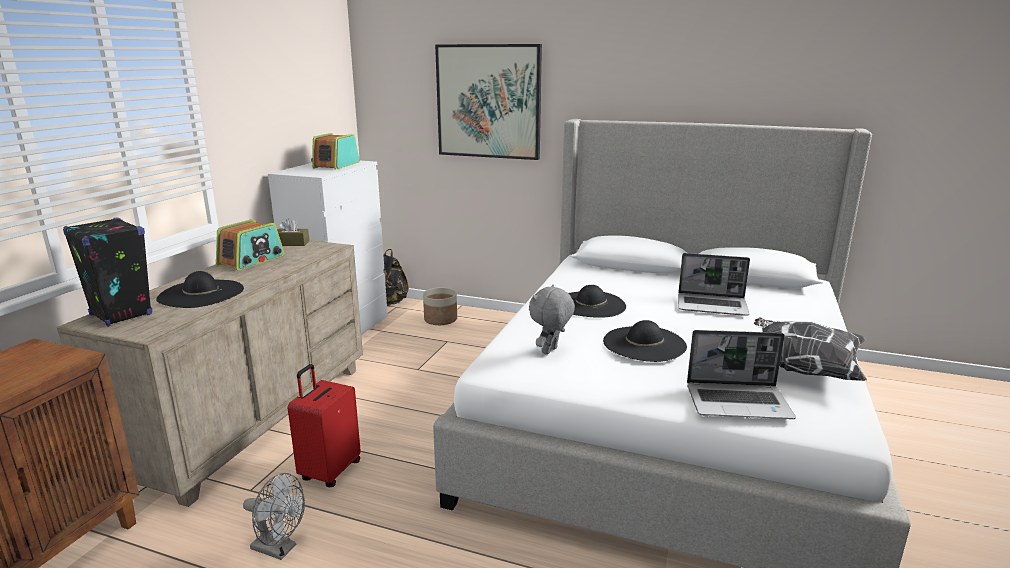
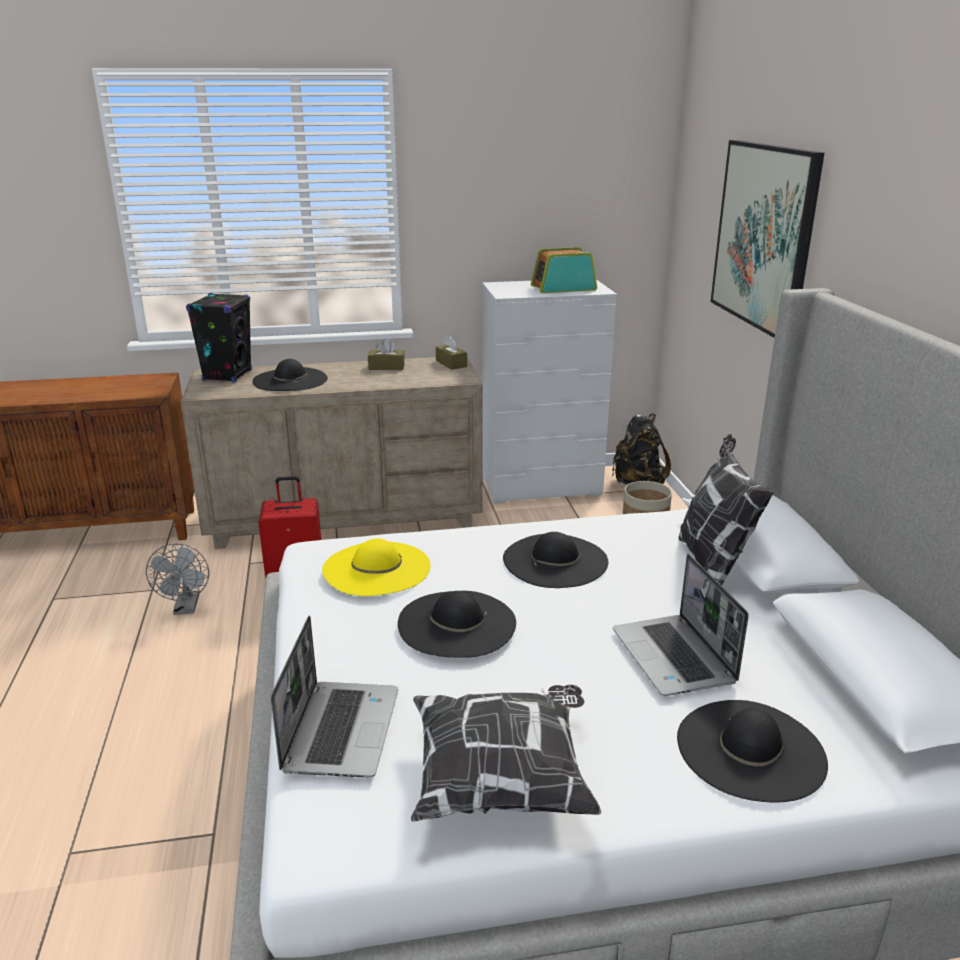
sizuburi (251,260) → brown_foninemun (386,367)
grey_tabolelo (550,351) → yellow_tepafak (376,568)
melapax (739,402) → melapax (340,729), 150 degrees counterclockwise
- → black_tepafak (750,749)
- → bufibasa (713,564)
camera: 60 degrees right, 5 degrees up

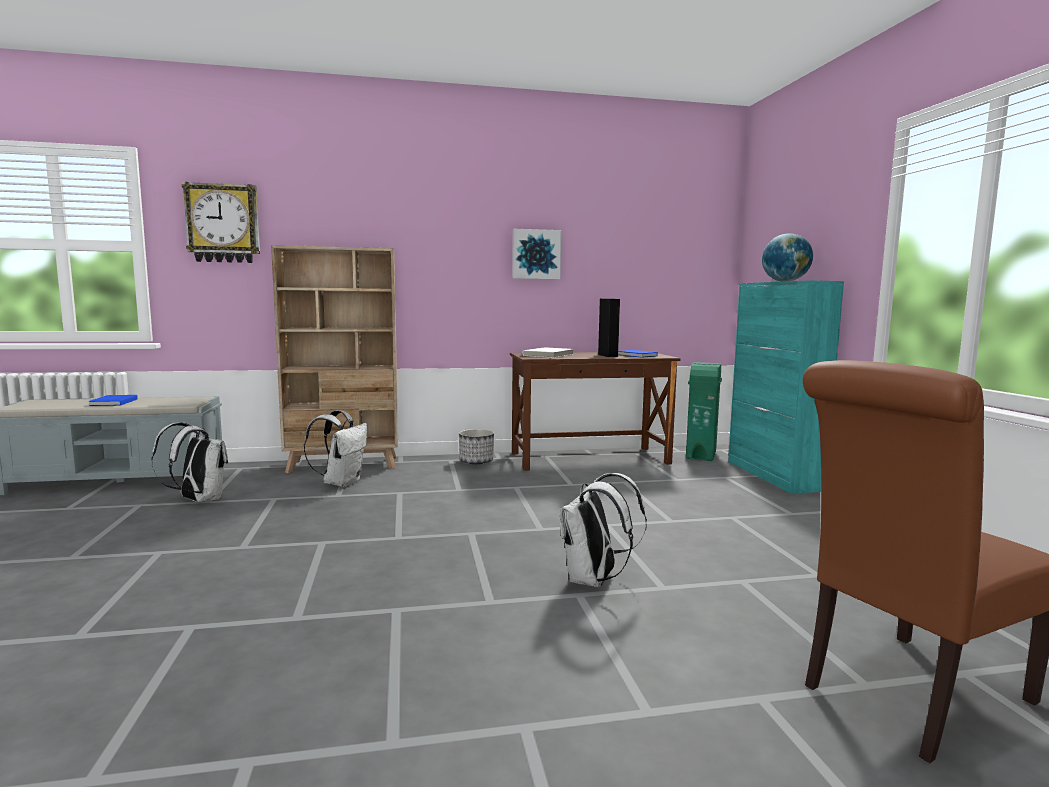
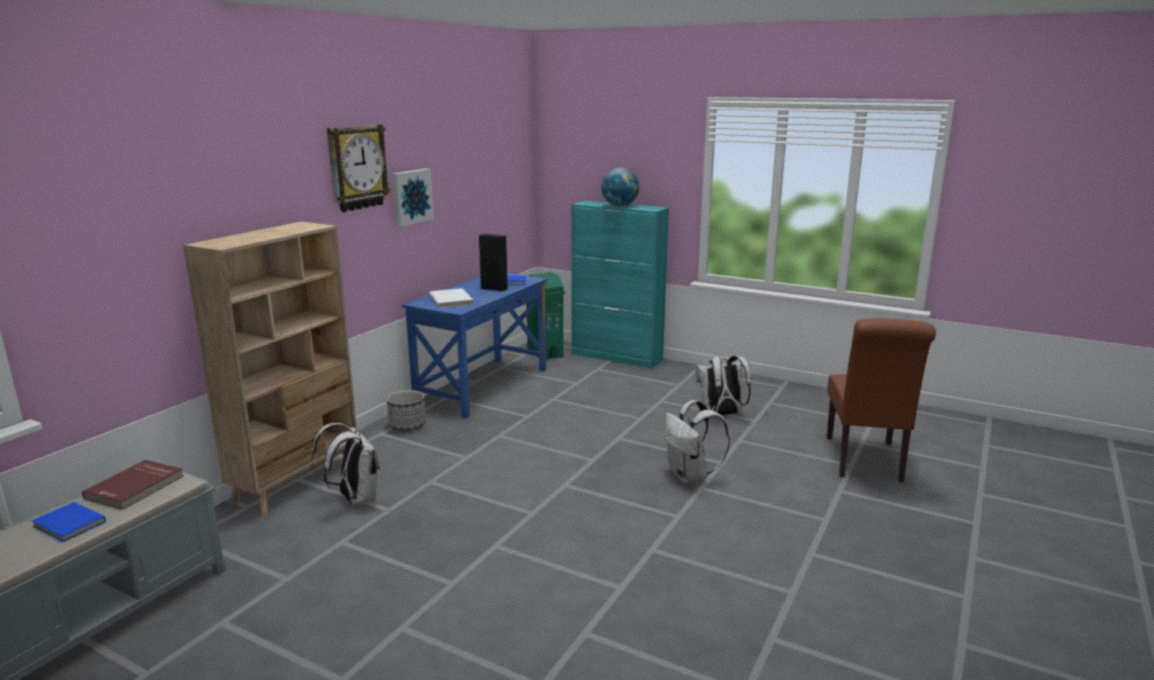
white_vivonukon (198,500) → white_vivonukon (721,414), moved
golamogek (223,223) → golamogek (356,167), moved
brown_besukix (589,458) → blue_besukix (482,386)
- → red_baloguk (136,487)
camera: 50 degrees left, 10 degrees up

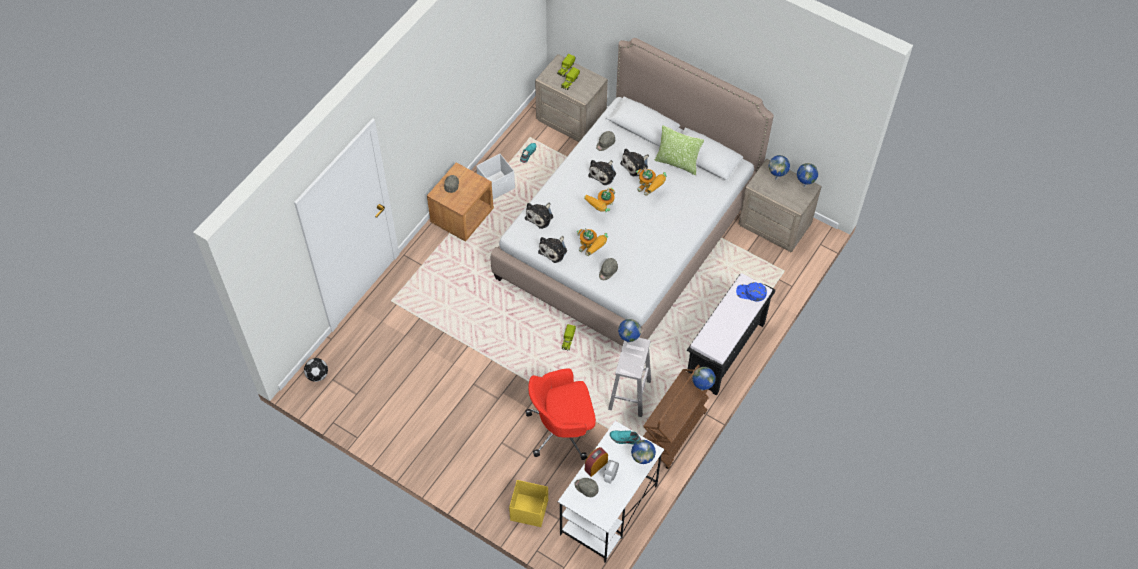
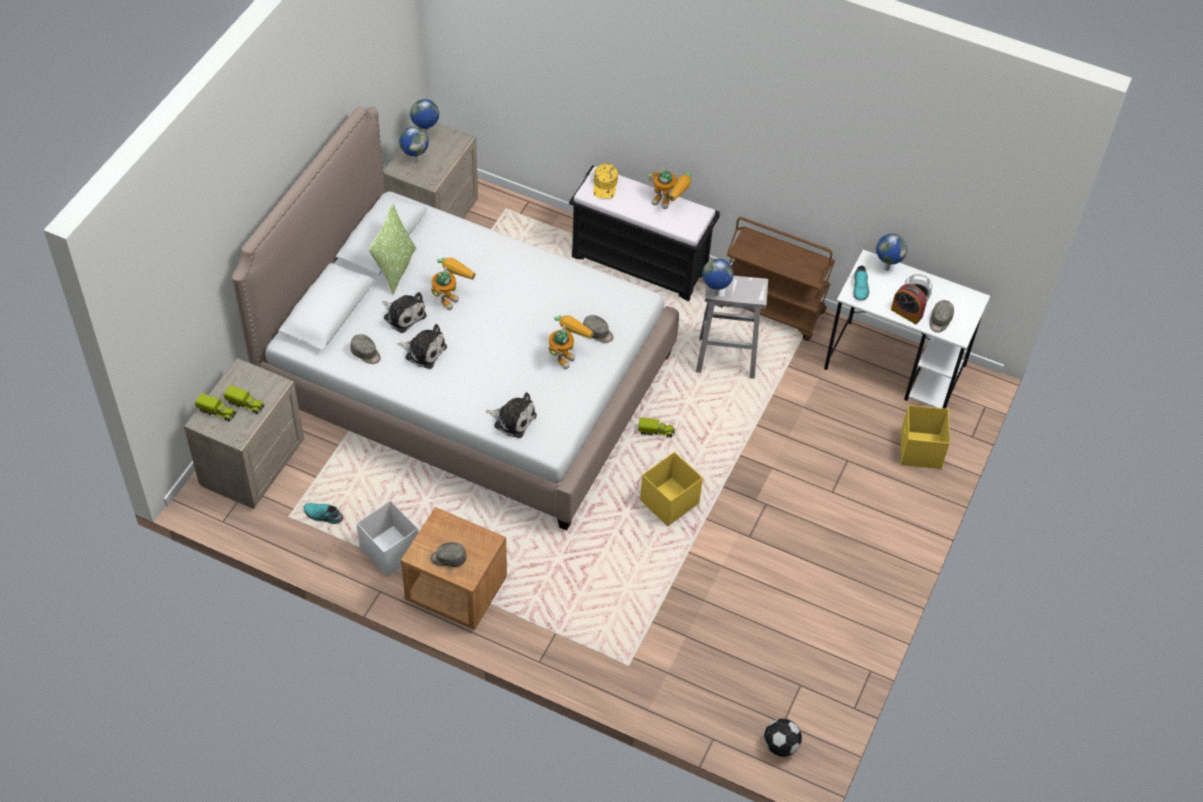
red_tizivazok (562,429) → -
tabolelo (554,250) → -
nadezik (601,212) → nadezik (669,203), moved
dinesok (701,389) → -
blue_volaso (751,293) → yellow_volaso (605,185)
- → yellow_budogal (668,502)
camera: 100 degrees left, 5 degrees down

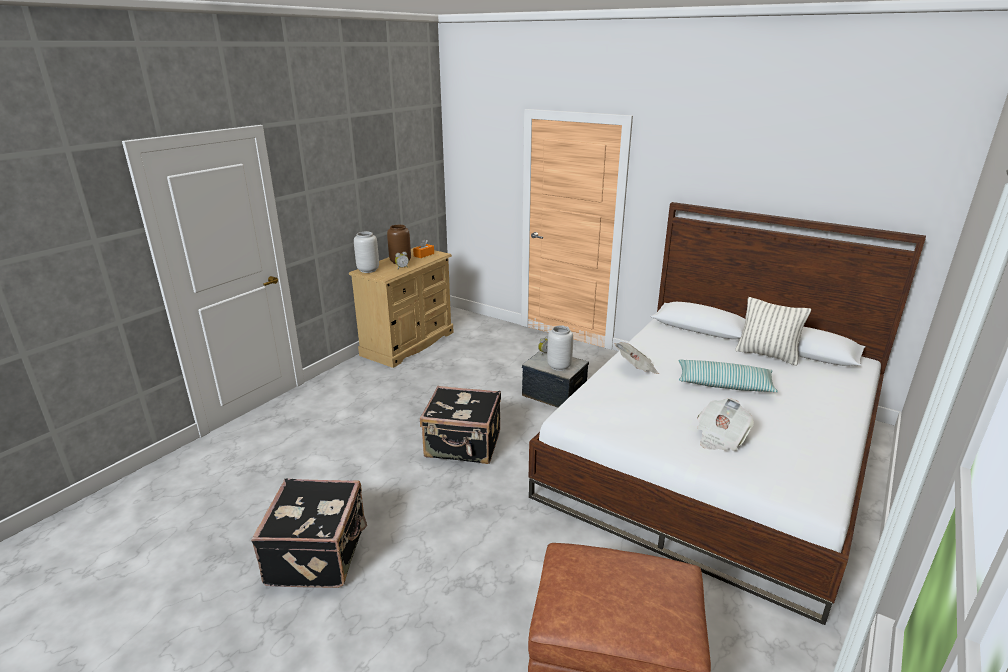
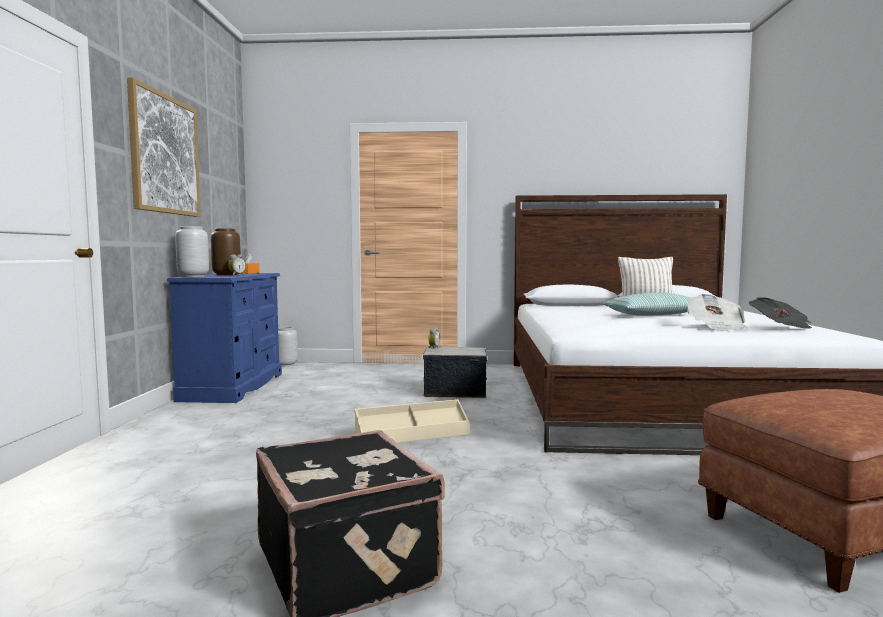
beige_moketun (408,343) → blue_moketun (233,386)
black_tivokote (463,445) → beige_budogal (412,435)
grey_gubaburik (558,366) → grey_gubaburik (285,364), moved
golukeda (636,368) → golukeda (781,329), moved
- → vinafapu (165,154)
camera: 30 degrees left, 20 degrees down

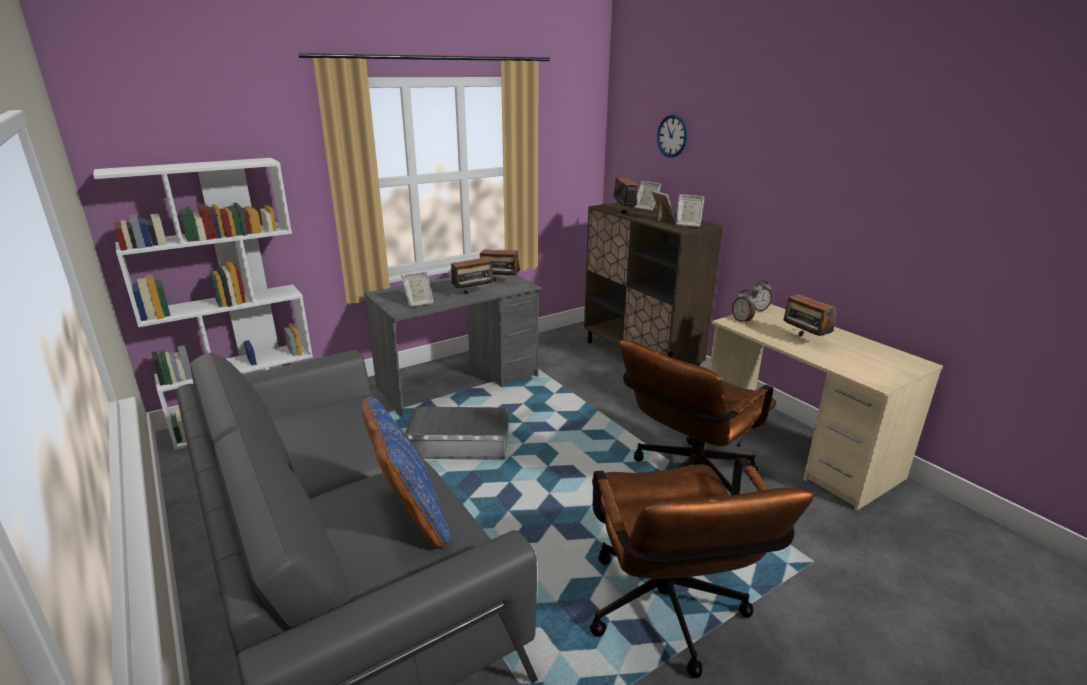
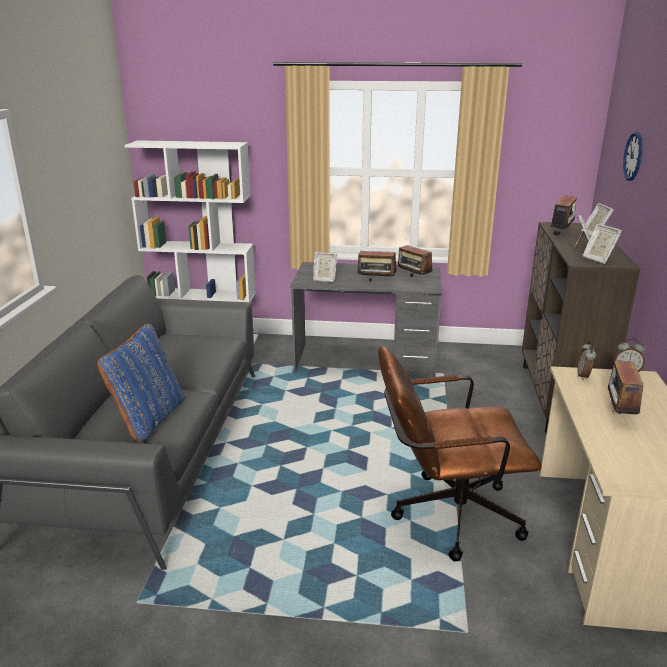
grey_budogal (459,442) → -
brown_tizivazok (668,617) → -
camera: 40 degrees right, 0 degrees up

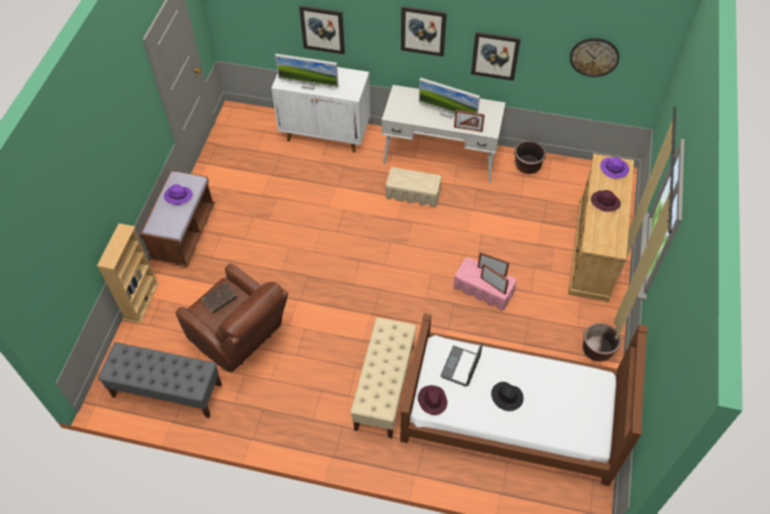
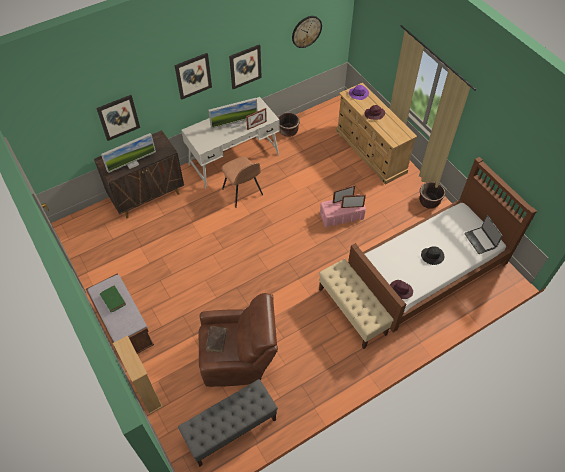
purple_tepafak (178,196) → green_baloguk (113,300)
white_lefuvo (326,134) → brown_lefuvo (148,196)
beige_budogal (412,193) → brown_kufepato (243,192)
melapax (461,367) → melapax (480,240), moved
camera: 45 degrees left, 0 degrees up

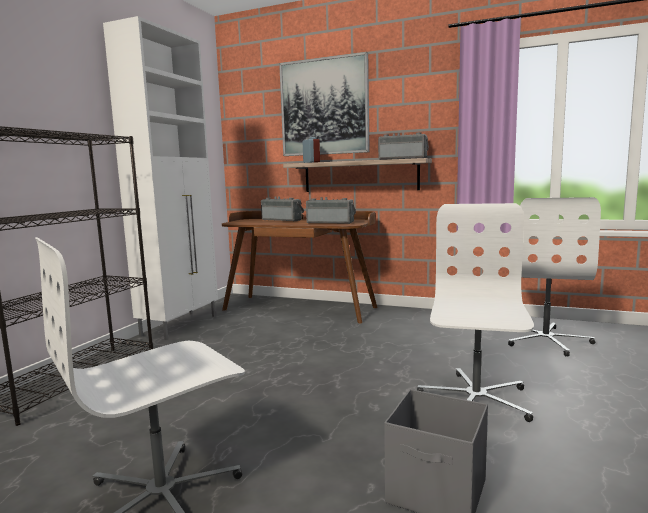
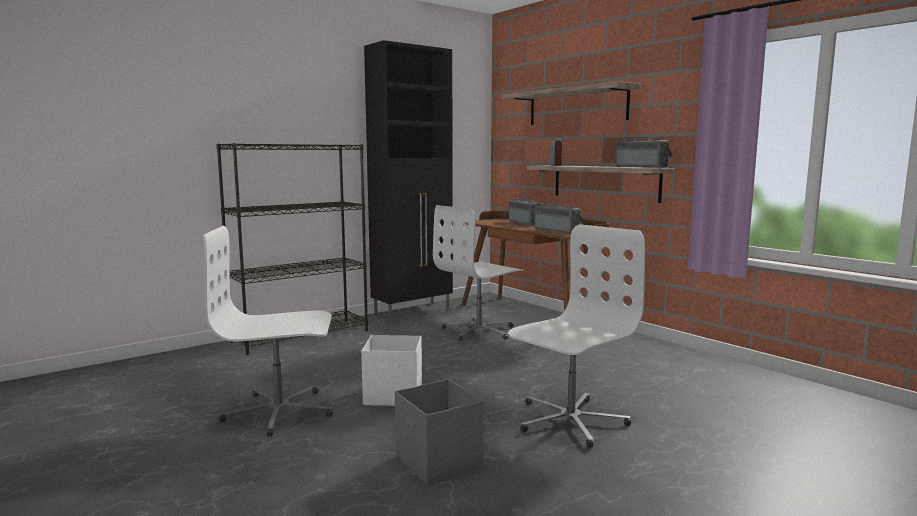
white_lefuvo (181,325) → black_lefuvo (413,311)
vinafapu (324,107) → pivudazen (576,106)
white_tizivazok (546,340) → white_tizivazok (479,331), moved
- → white_budogal (394,396)
camera: 30 degrees right, 0 degrees up

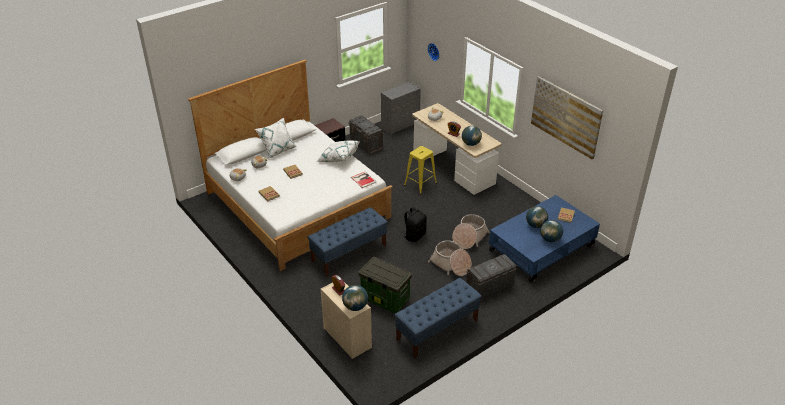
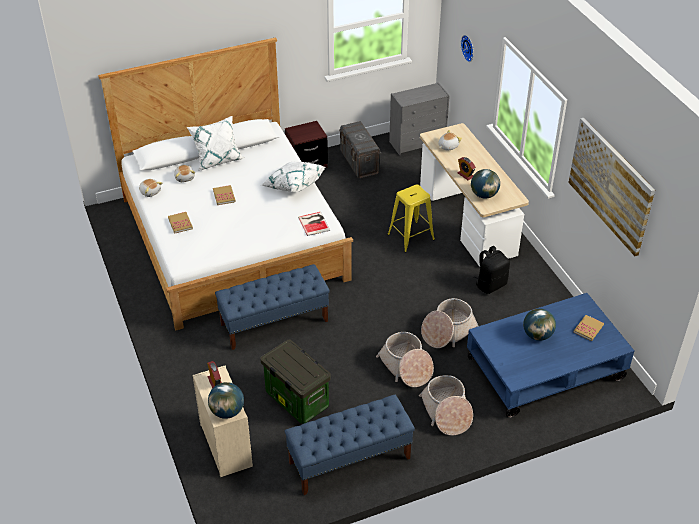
black_vivonukon (414,235) → black_vivonukon (490,284), moved
grey_budogal (489,287) → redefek (446,412)
dinesok (550,239) → -
camera: 15 degrees right, 5 degrees up

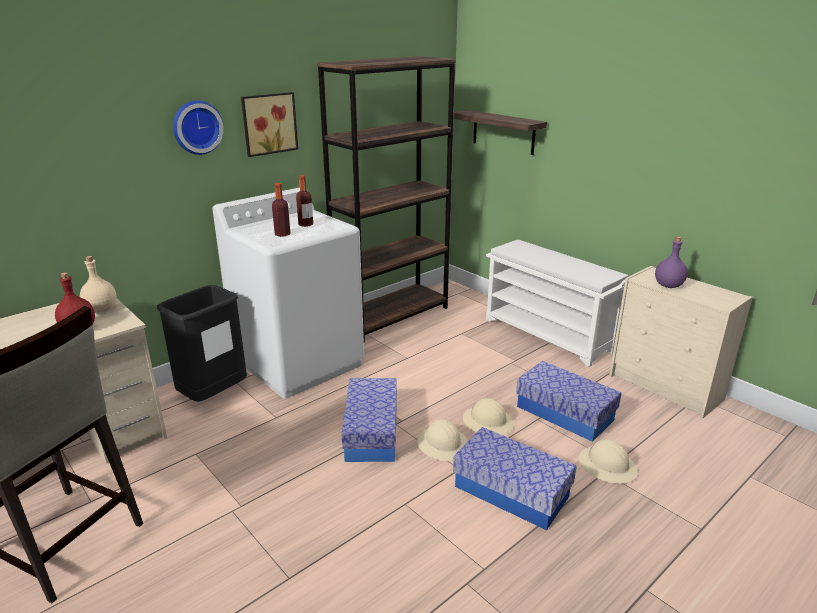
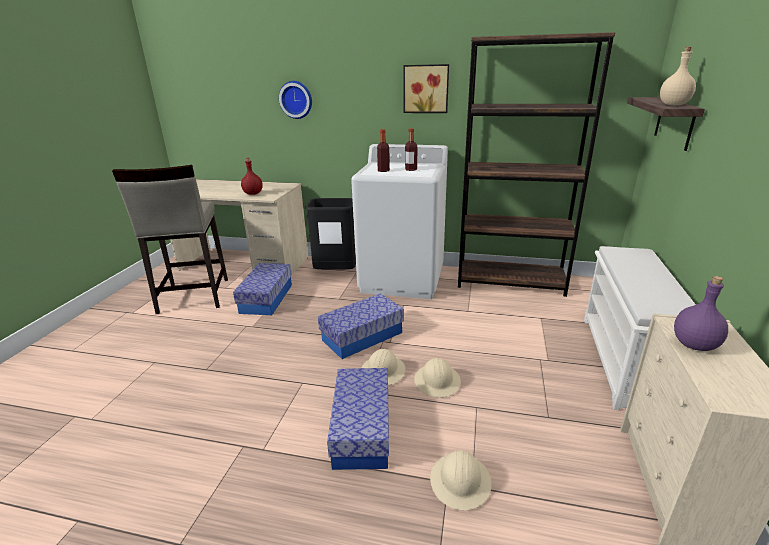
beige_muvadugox (101,310) → beige_muvadugox (673,105), moved
golamogek (196,127) → golamogek (296,99), moved
budogal (564,413) → budogal (266,298), moved
camera: 55 degrees right, 0 degrees up

